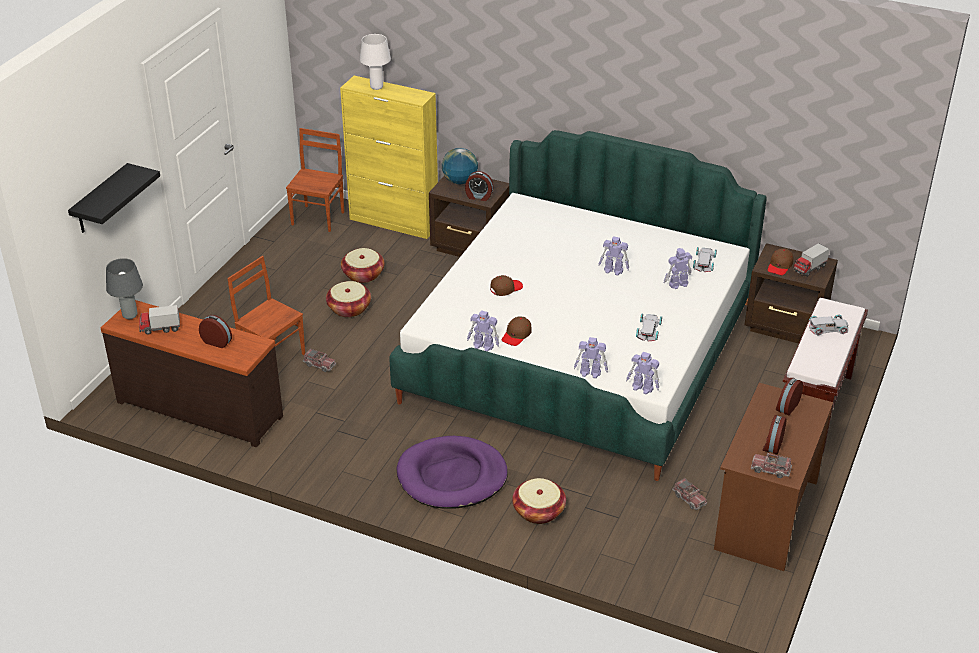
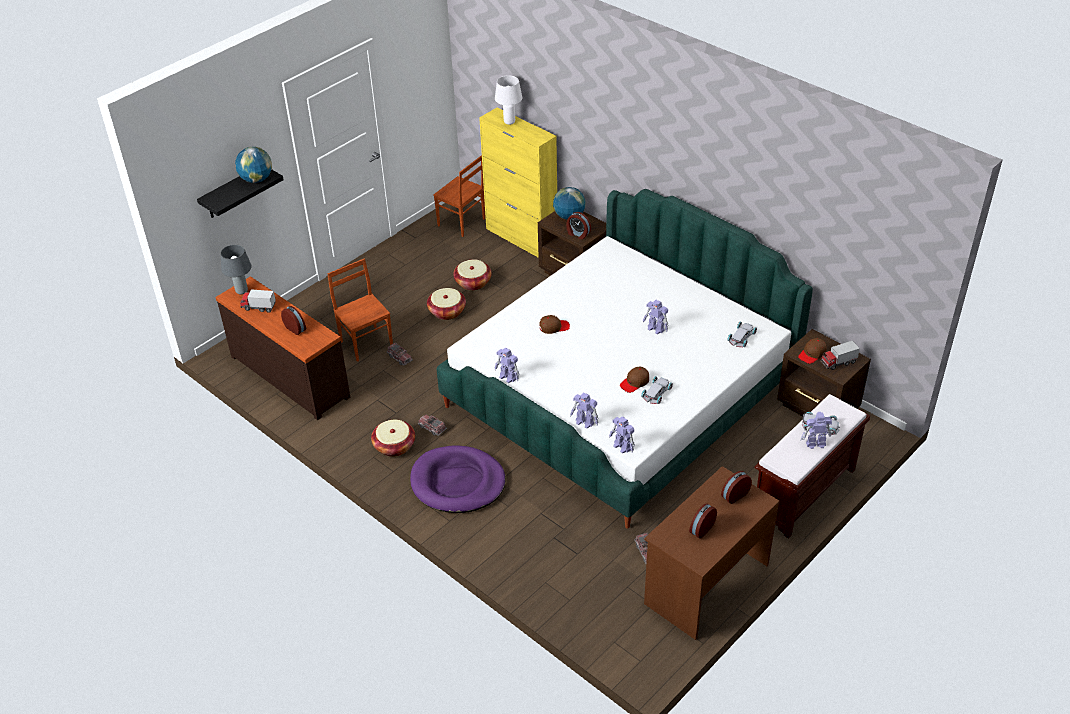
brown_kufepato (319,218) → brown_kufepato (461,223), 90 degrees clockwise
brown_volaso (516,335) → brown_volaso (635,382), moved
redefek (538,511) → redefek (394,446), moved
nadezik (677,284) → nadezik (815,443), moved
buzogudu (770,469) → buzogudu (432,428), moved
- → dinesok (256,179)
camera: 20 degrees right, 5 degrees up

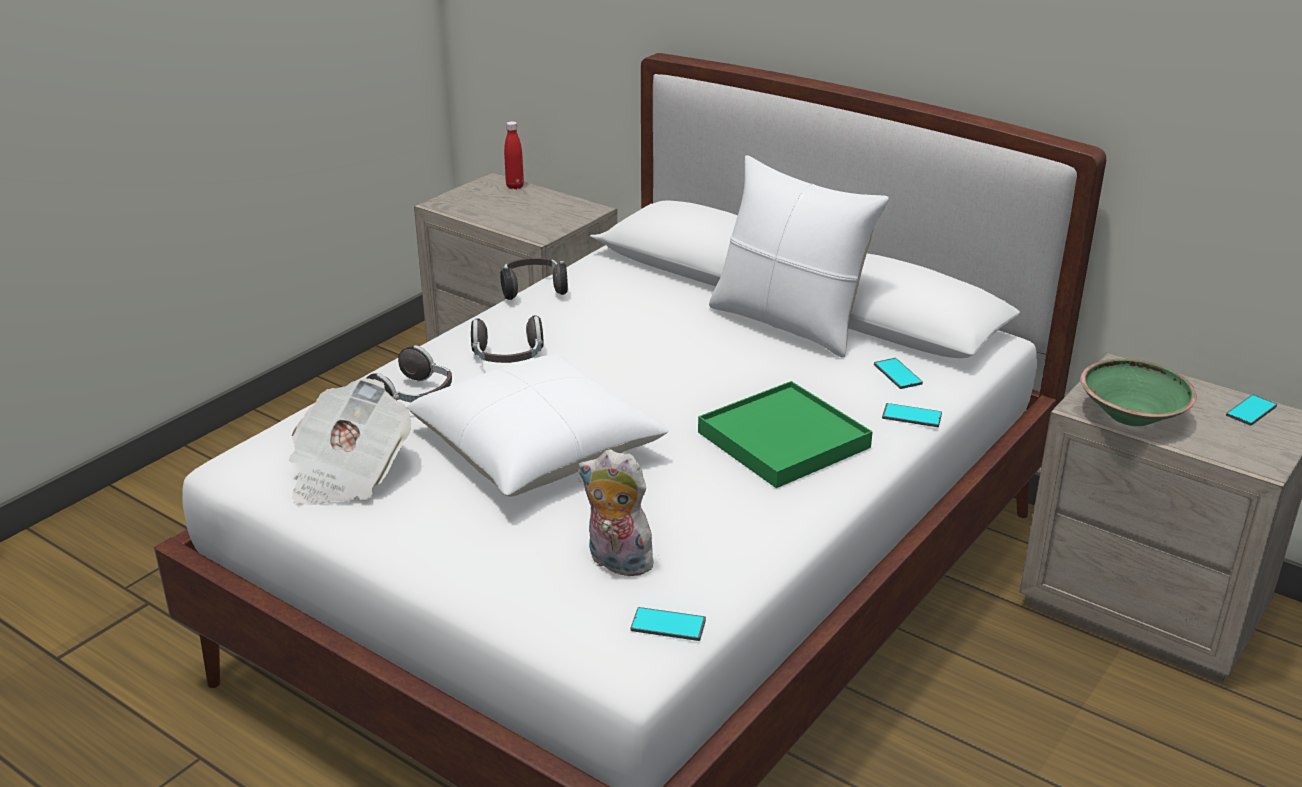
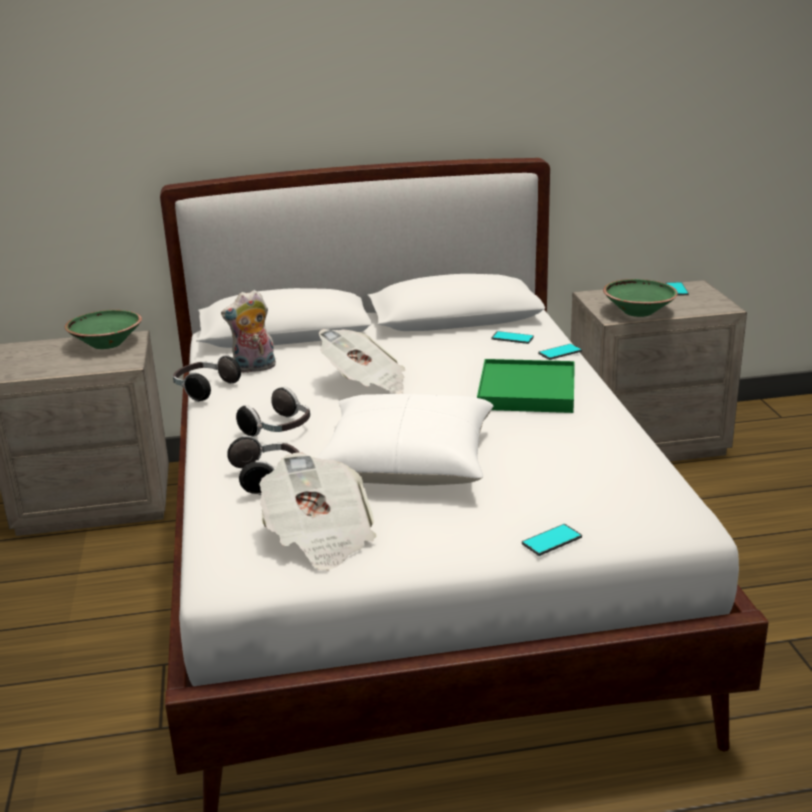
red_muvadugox (515,186) → -
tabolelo (616,562) → tabolelo (254,368), moved
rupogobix (668,625) → rupogobix (551,540), moved
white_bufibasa (789,323) → -
- → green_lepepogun (106,344)
- → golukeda (366,383)
camera: 45 degrees left, 5 degrees down

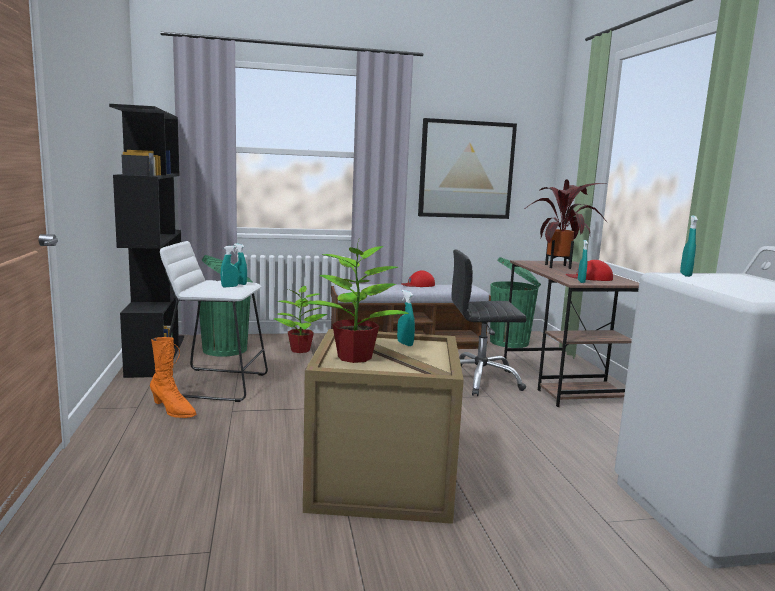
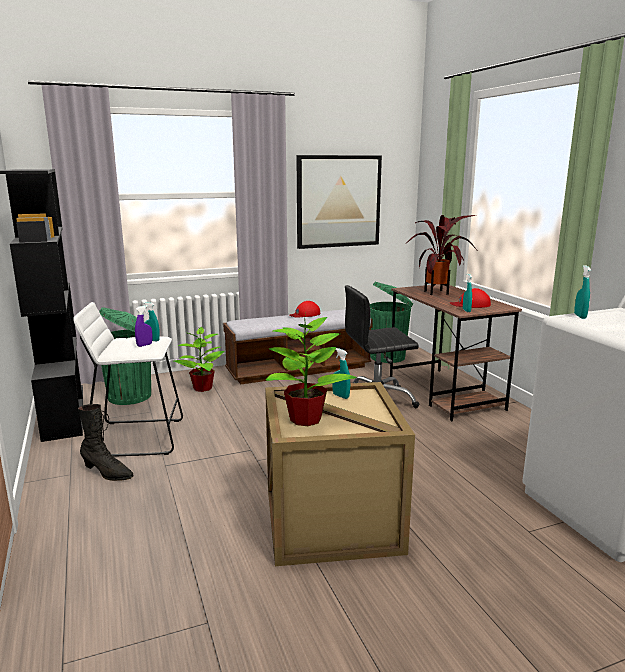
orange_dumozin (173,410) → black_dumozin (107,473)
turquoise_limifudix (229,286) → purple_limifudix (144,345)
camera: 10 degrees left, 5 degrees up

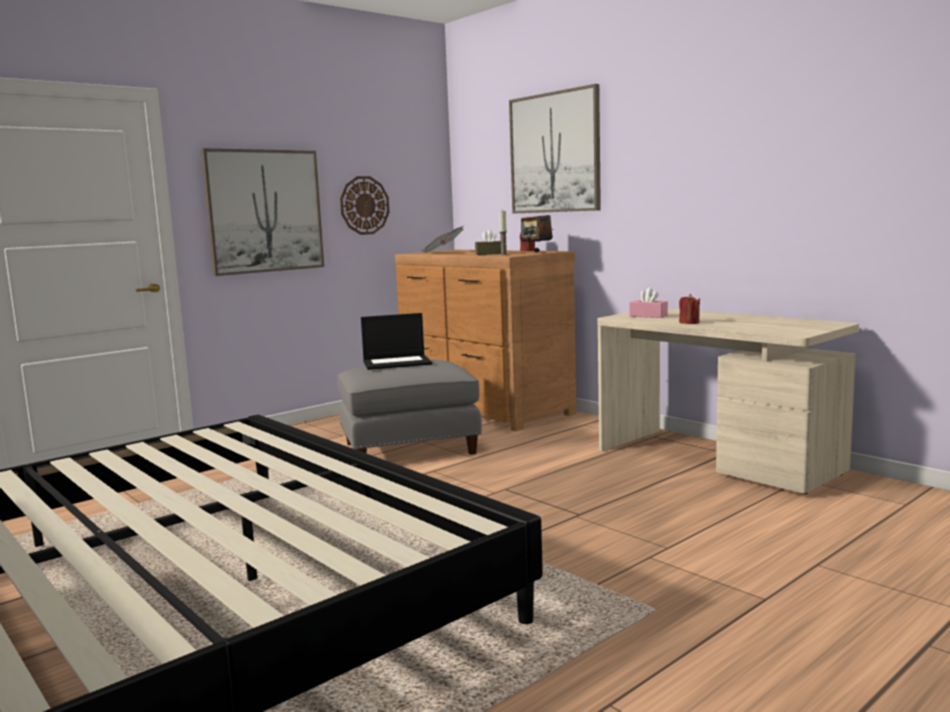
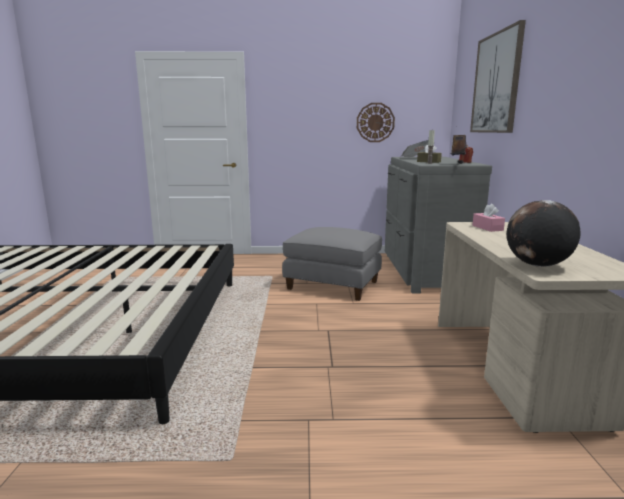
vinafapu (264,211) → -
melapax (397,362) → -
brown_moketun (484,408) → grey_moketun (424,272)
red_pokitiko (689,322) → -
- → dinesok (537,265)
camera: 40 degrees right, 5 degrees up

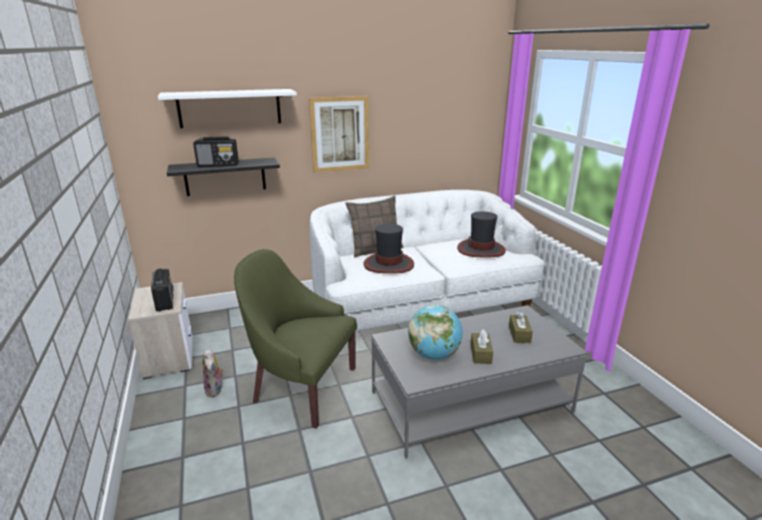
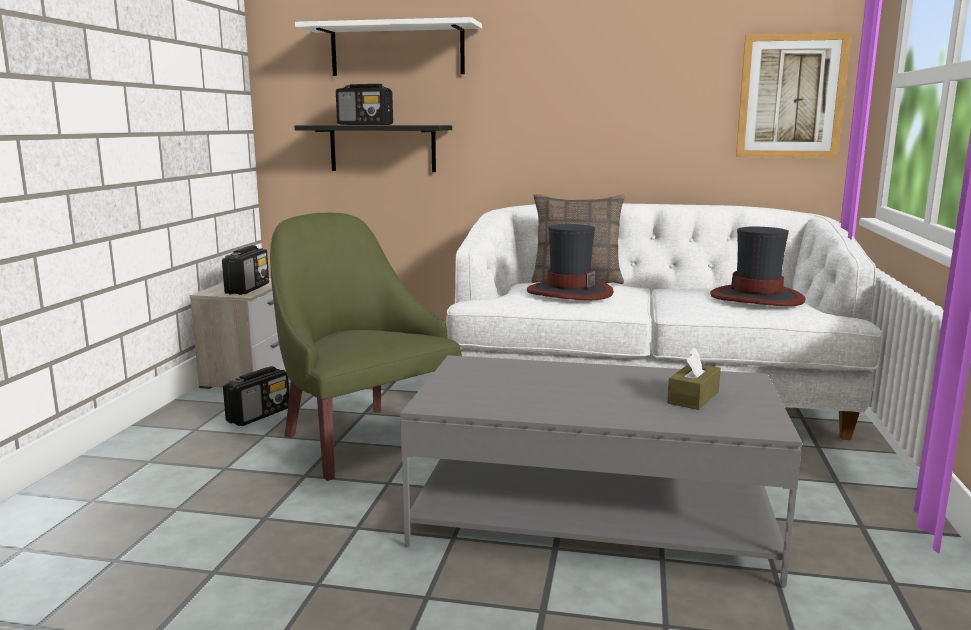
tabolelo (215,390) → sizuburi (259,415)
vinafapu (340,134) → vinafapu (791,96), moved
dinesok (434,355) → -
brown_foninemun (480,354) → -
camera: 30 degrees right, 10 degrees down

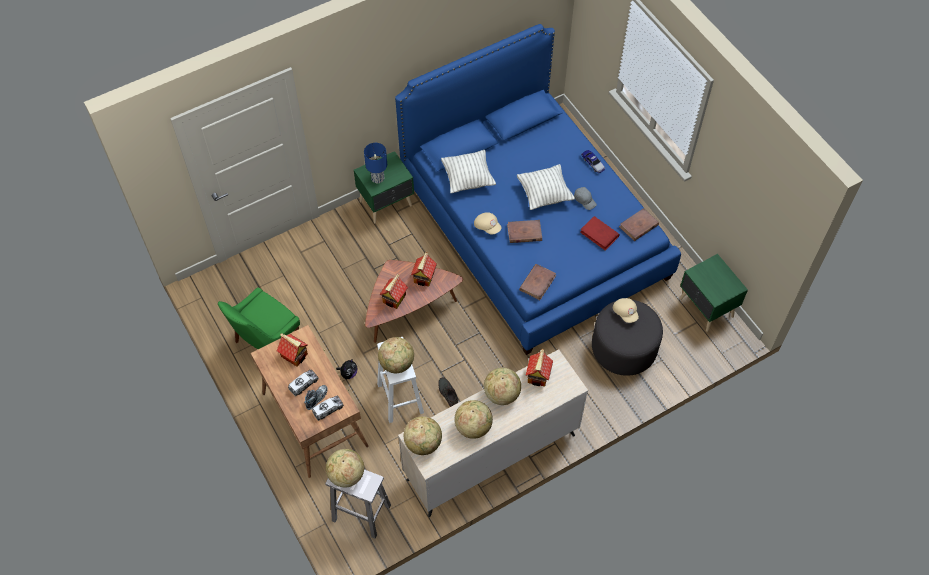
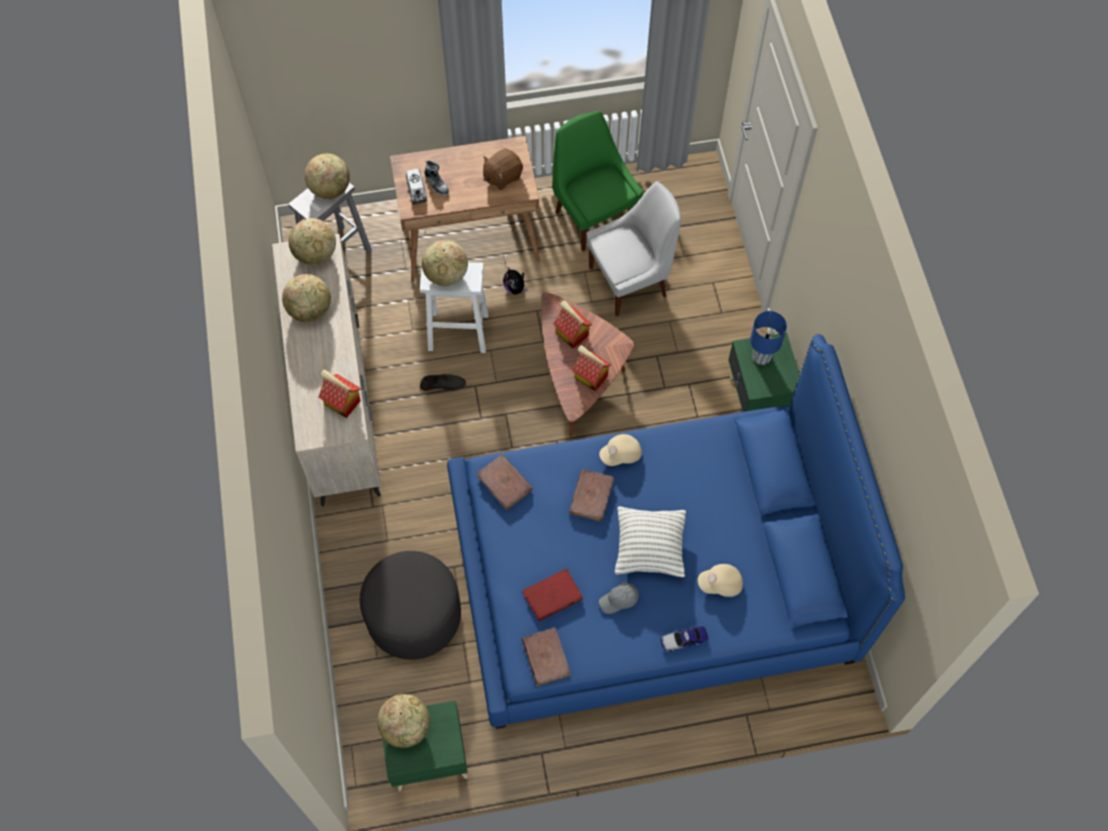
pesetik (295,355) → brown_tabolelo (502,176)
buzogudu (303,384) → -
bufibasa (468,179) → -
dinesok (501,394) → dinesok (406,727), moved
beige_volaso (625,312) → beige_volaso (720,584), moved
- → white_kufepato (631,281)
camera: 110 degrees right, 5 degrees up

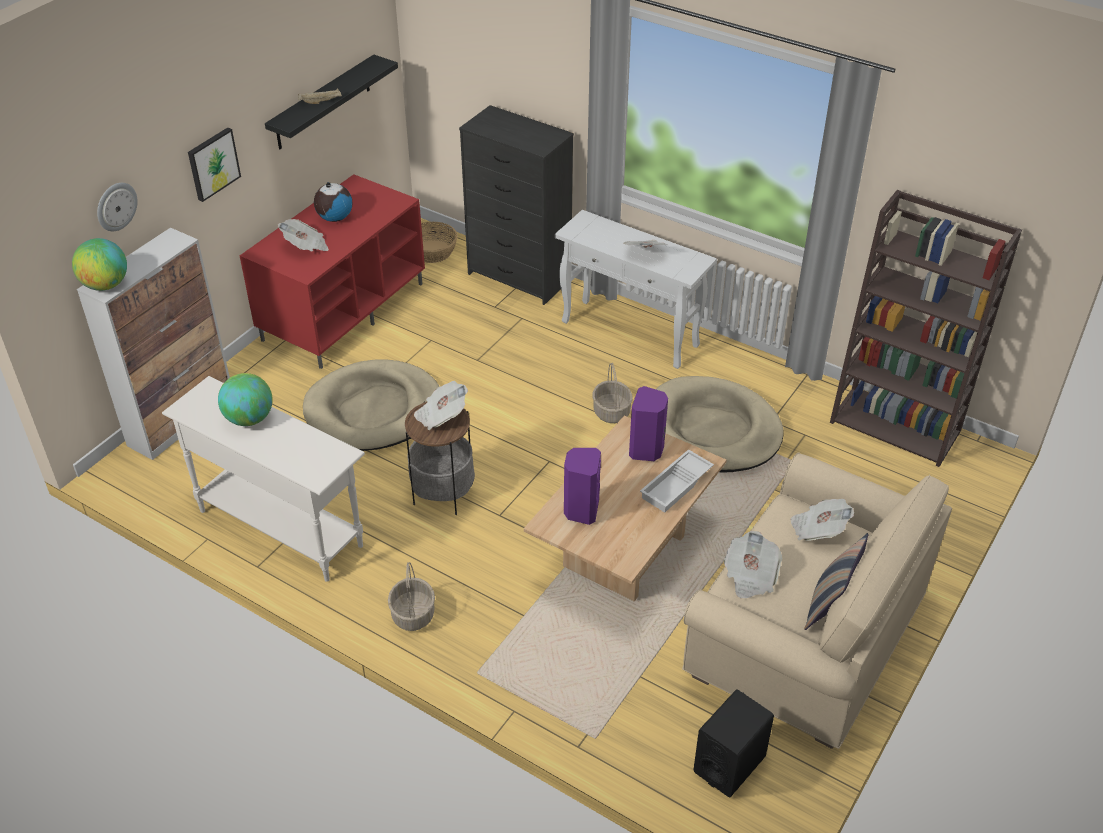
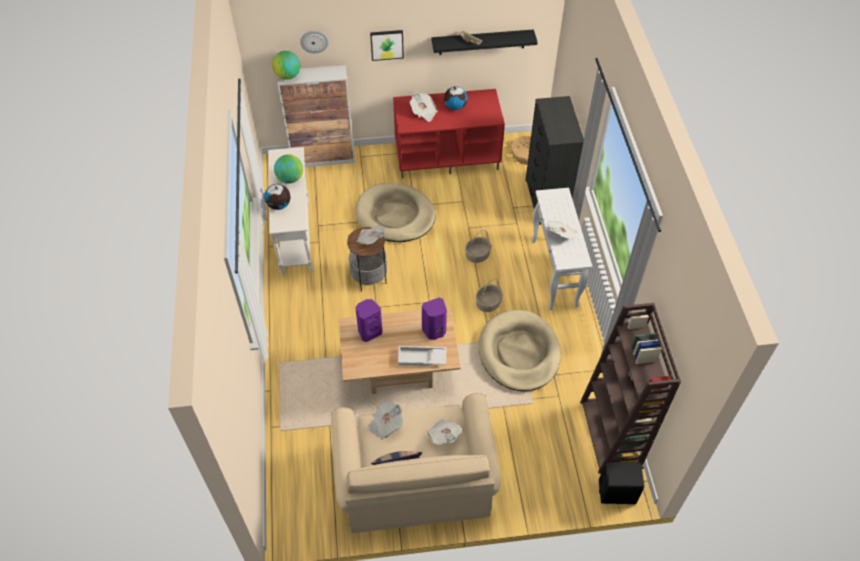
redefek (413,615) → redefek (477,255), moved
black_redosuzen (729,764) → black_redosuzen (617,492), moved
- → dinesok (279,205)
camera: 50 degrees right, 10 degrees up

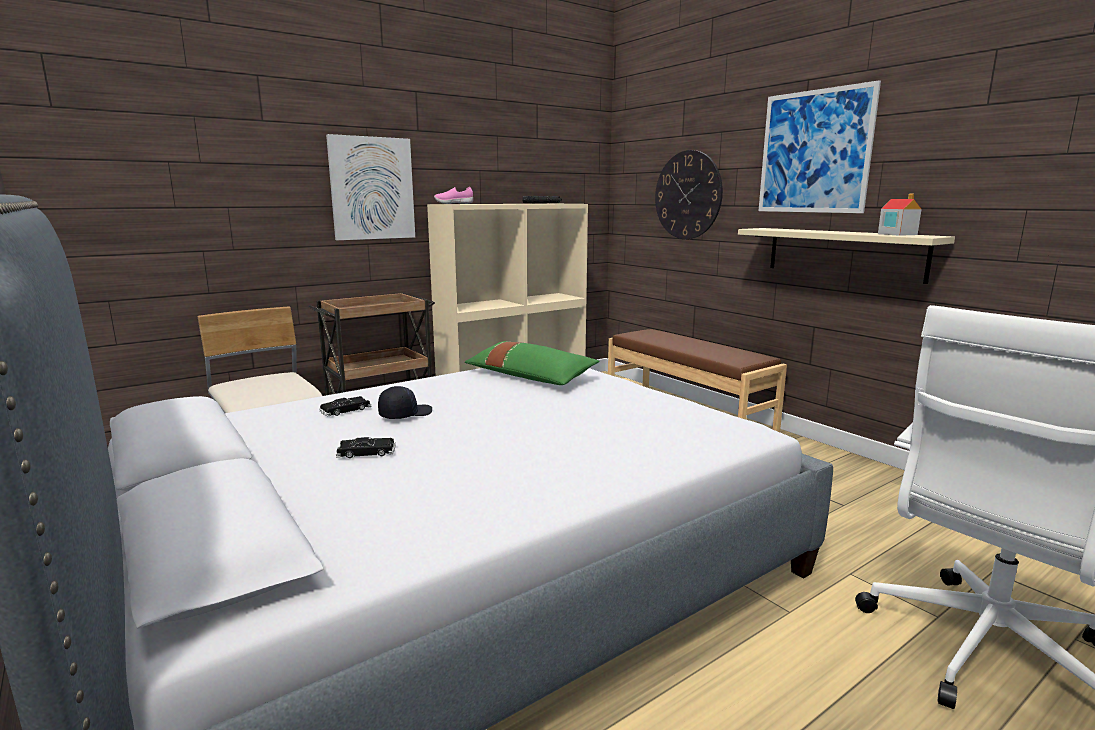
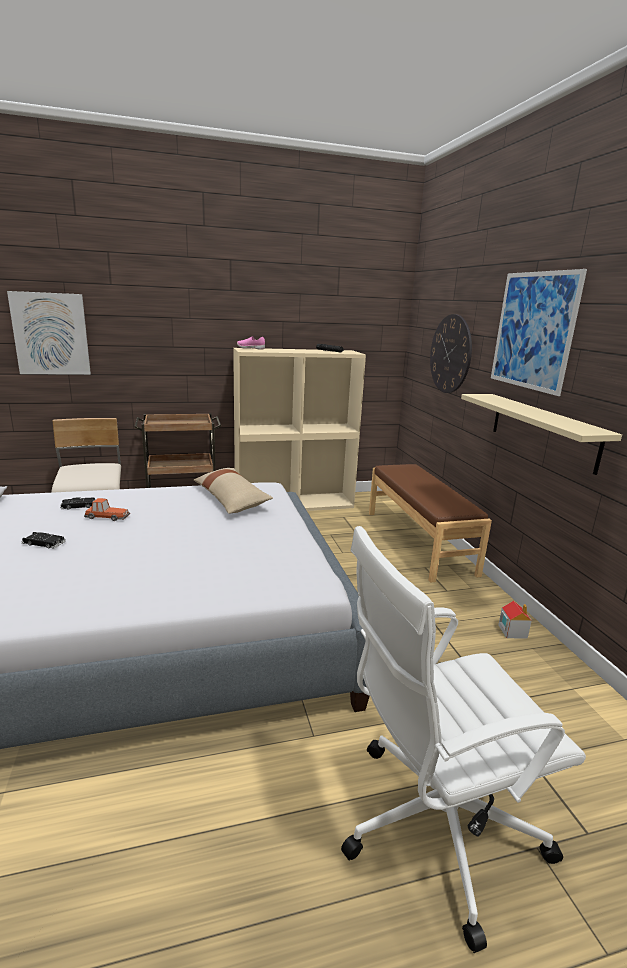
vinafapu (372,188) → vinafapu (51,334), moved
black_volaso (405,414) → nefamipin (107,517)
green_bufibasa (530,376) → beige_bufibasa (231,499)
pesetik (896,234) → pesetik (512,631), moved
camera: 20 degrees right, 5 degrees up

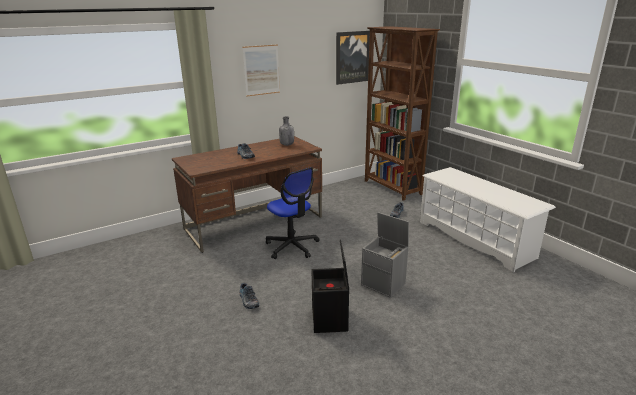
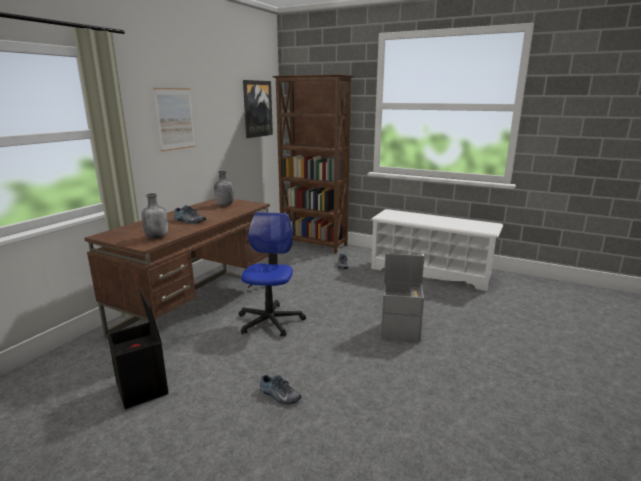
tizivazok (292,246) → tizivazok (270,321), 105 degrees counterclockwise
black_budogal (330,320) → black_budogal (143,388), moved
- → grey_muvadugox (157,237)
camera: 30 degrees left, 5 degrees down

